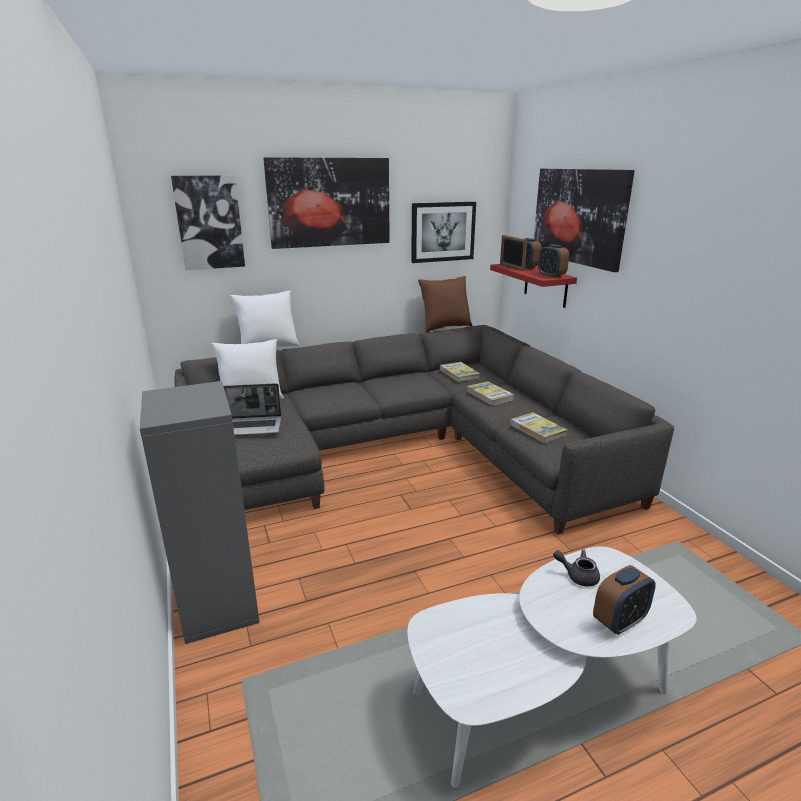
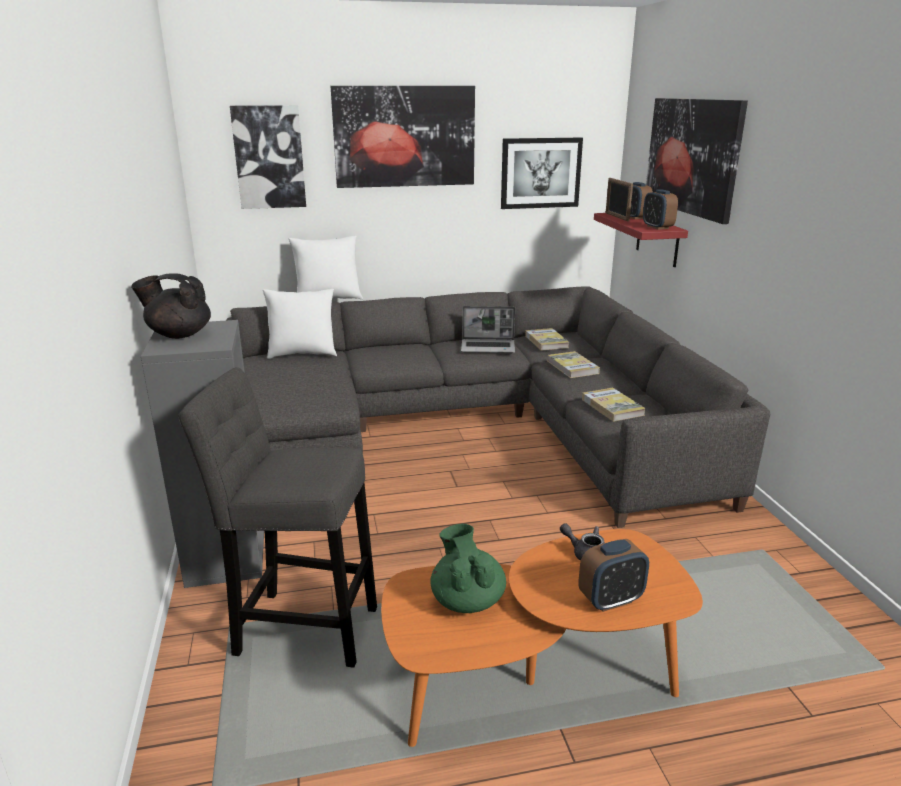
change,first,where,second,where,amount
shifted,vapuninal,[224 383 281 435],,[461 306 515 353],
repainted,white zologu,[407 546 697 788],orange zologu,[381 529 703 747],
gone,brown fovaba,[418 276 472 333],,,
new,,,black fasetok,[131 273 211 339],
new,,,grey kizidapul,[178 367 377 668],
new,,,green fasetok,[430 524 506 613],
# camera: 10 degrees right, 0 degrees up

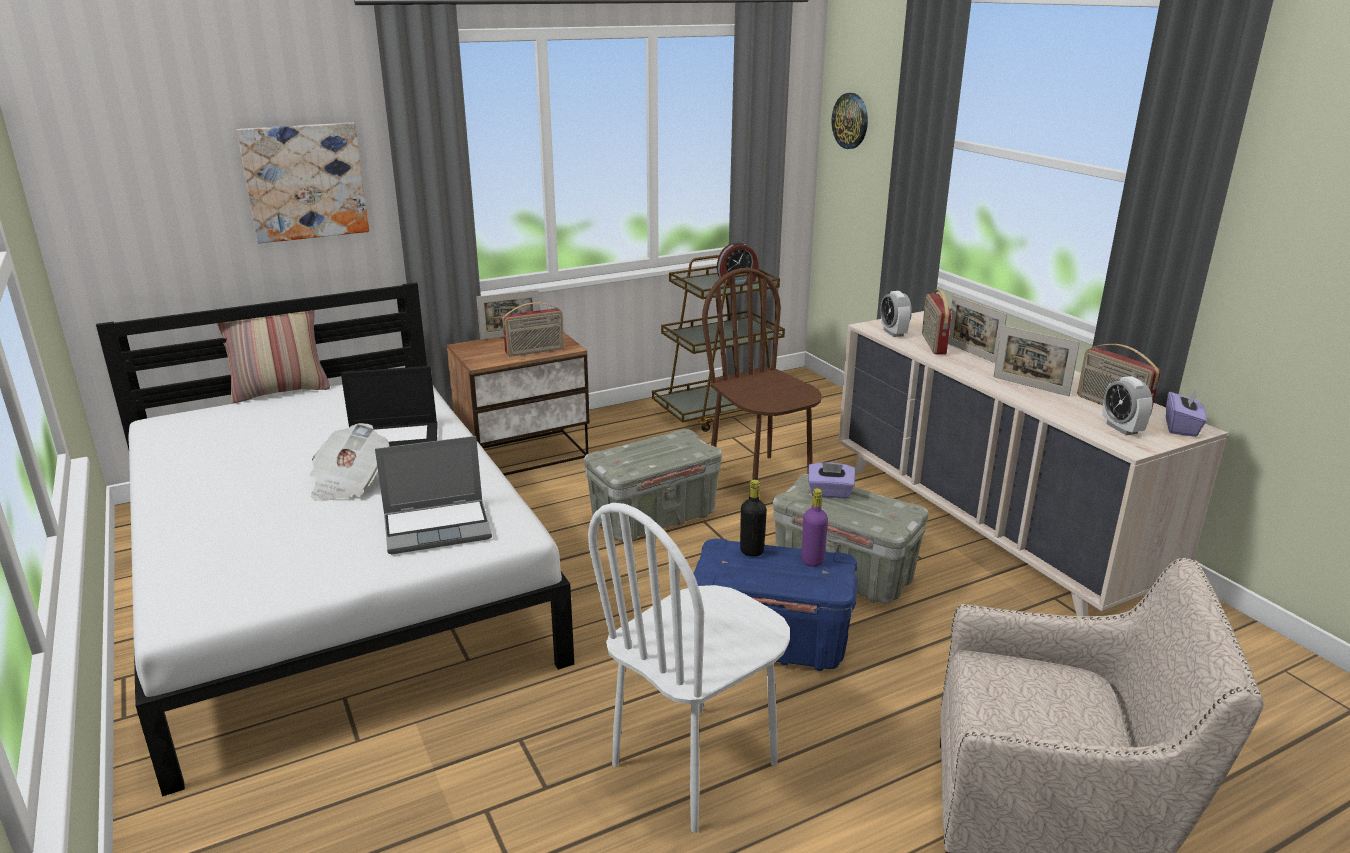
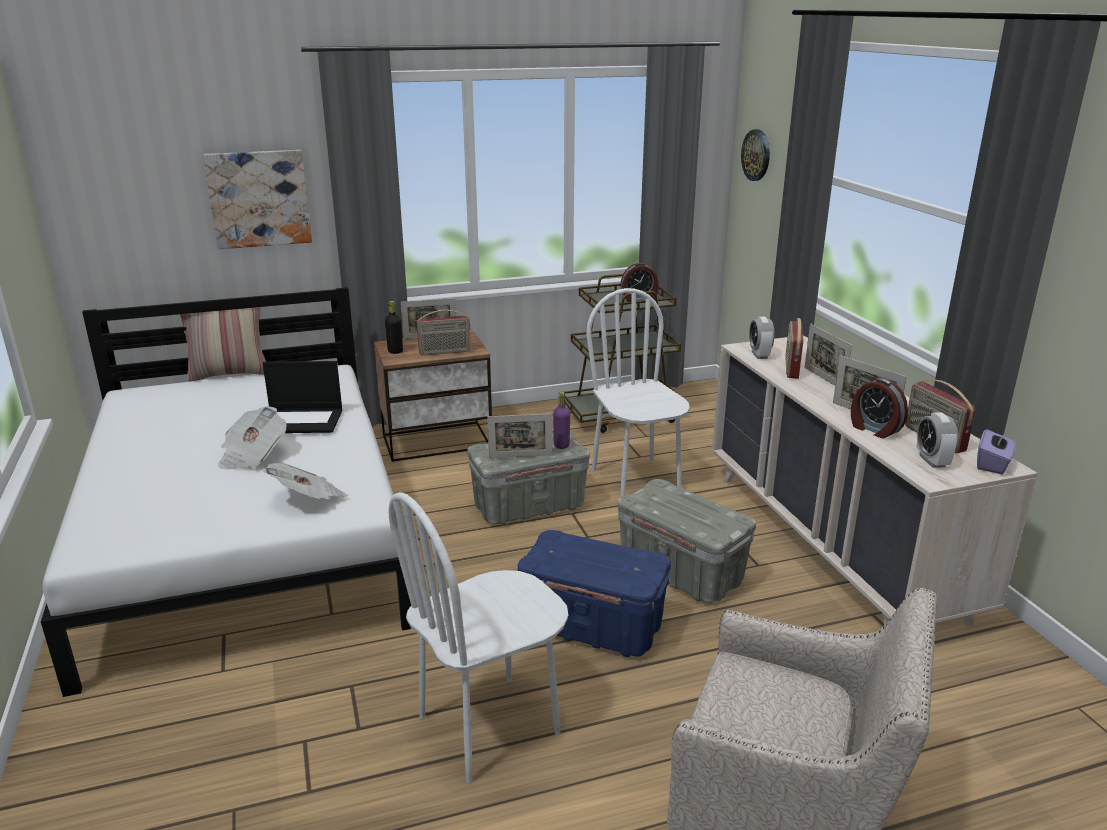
change,first,where,second,where,amount
swapped,vapuninal,[375 436 492 554],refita,[261 463 348 500],
repainted,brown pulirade,[702 268 822 480],white pulirade,[586 288 690 498],
shifted,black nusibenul,[740 480 767 557],,[385 301 403 354],
shifted,purple nusibenul,[801 488 828 567],,[553 391 570 449],
gone,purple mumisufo,[808 462 855 499],,,
new,,,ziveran,[488 414 552 458],
new,,,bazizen,[851 378 908 439],
# camera: 10 degrees right, 0 degrees up

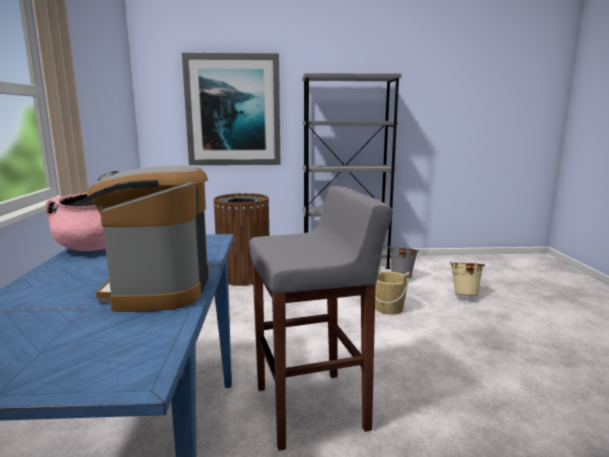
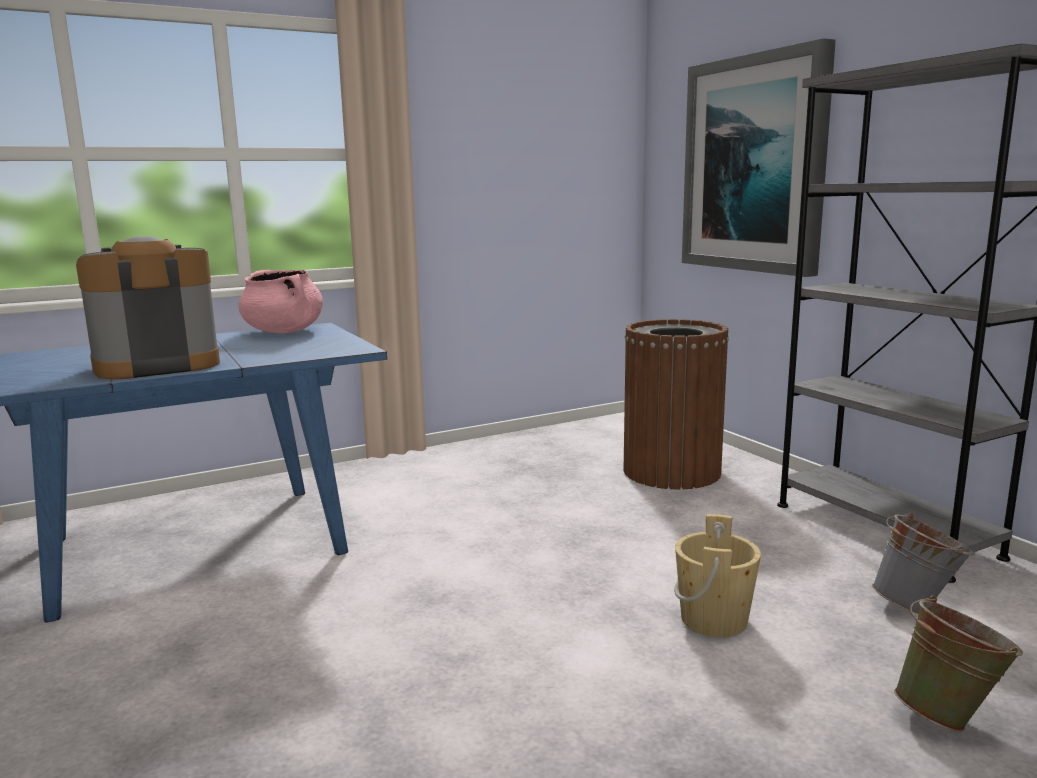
change,first,where,second,where,amount
gone,grey kizidapul,[249 186 393 451],,,
repainted,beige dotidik,[450 261 485 296],green dotidik,[894 595 1023 732],
# camera: 65 degrees right, 0 degrees up

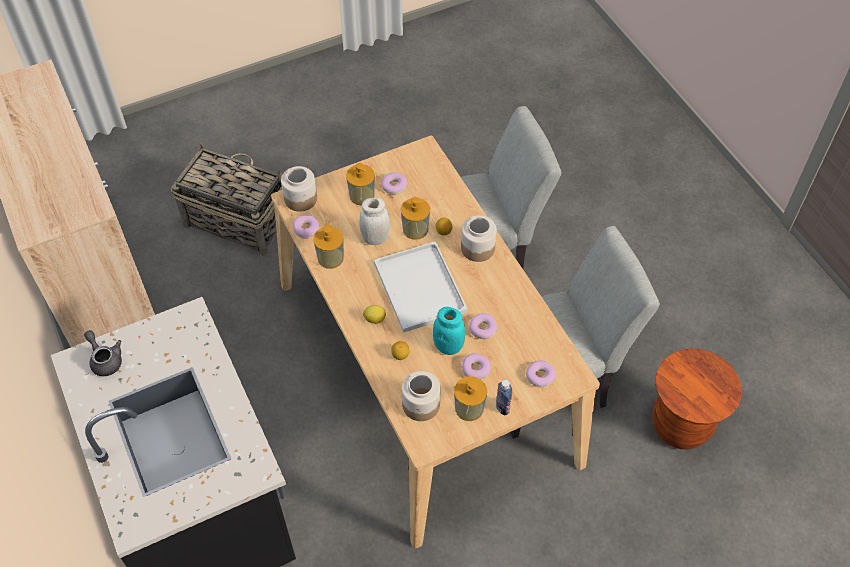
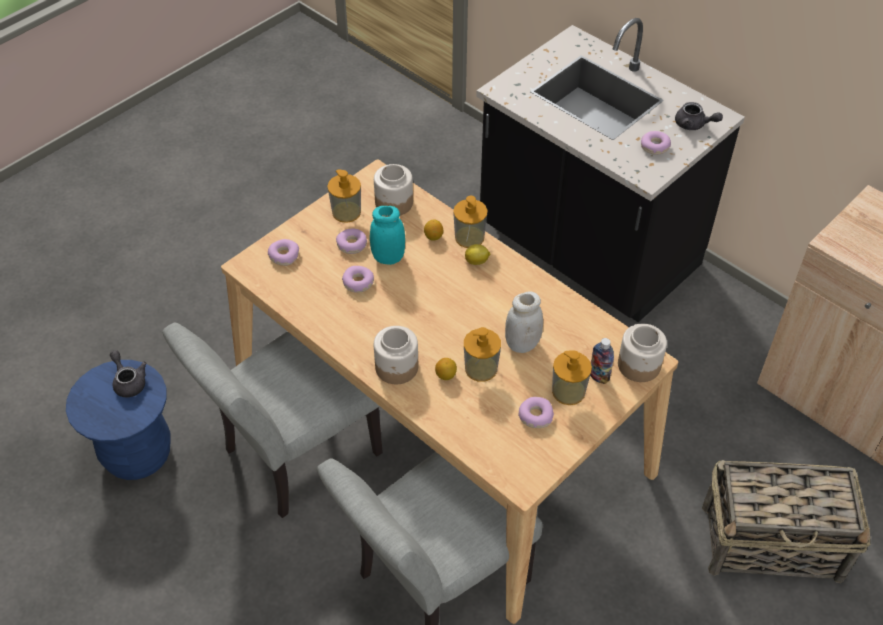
change,first,where,second,where,amount
shifted,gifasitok,[293 215 320 239],,[641 131 671 155],
shifted,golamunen,[313 223 344 269],,[453 196 488 248],
gone,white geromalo,[374 241 468 333],,,
shifted,nusibenul,[496 380 512 415],,[590 338 614 384],
repainted,brown kizidapul,[652 349 742 450],blue kizidapul,[66 360 171 480],
new,,,grey fasetok,[110 350 146 397],
# camera: 160 degrees right, 5 degrees down

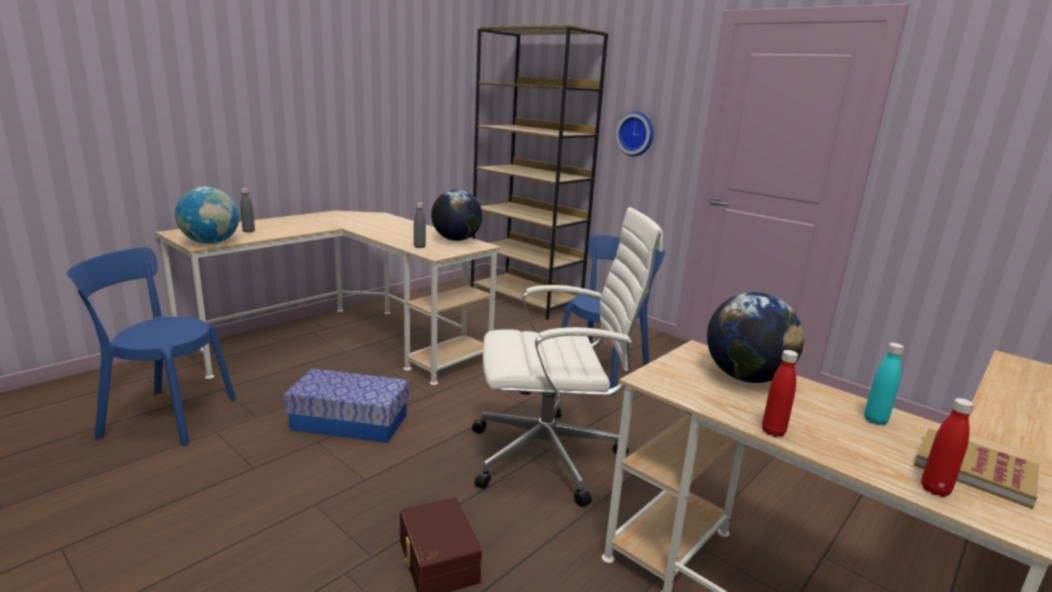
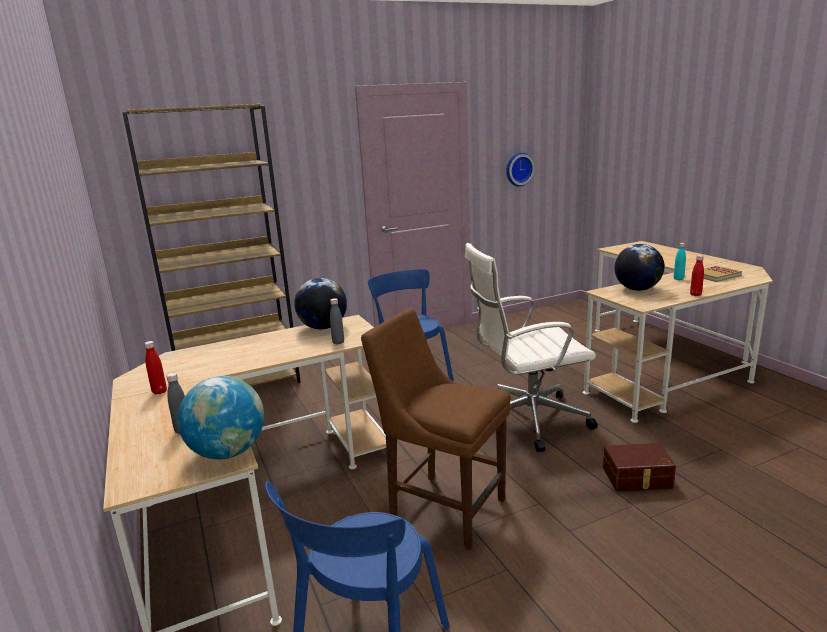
change,first,where,second,where,amount
swapped,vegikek,[284 368 409 443],brown pulirade,[361 308 511 550],
rotated,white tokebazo,[472 207 663 507],,[465 243 598 452],120 degrees counterclockwise
shifted,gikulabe,[616 111 654 156],,[506 152 535 187],
shifted,red nusibenul,[921 398 974 497],,[144 341 167 394],
# camera: 65 degrees left, 0 degrees up

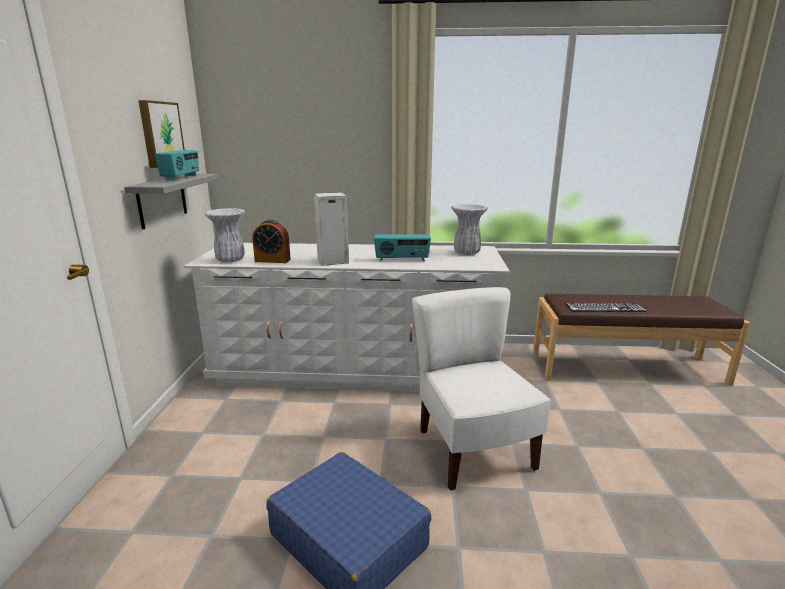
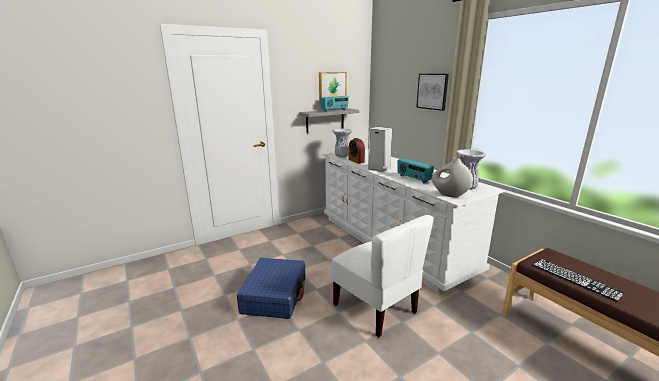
change,first,where,second,where,amount
rotated,white pulirade,[412 287 550 491],,[331 215 434 337],105 degrees clockwise
new,,,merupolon,[416 74 449 111],
new,,,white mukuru,[432 158 473 197],
# camera: 55 degrees right, 0 degrees up

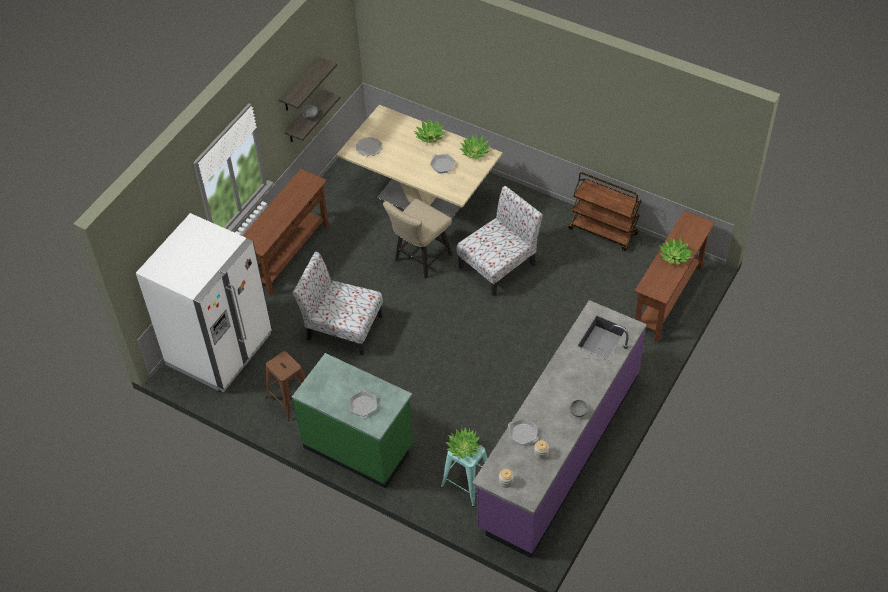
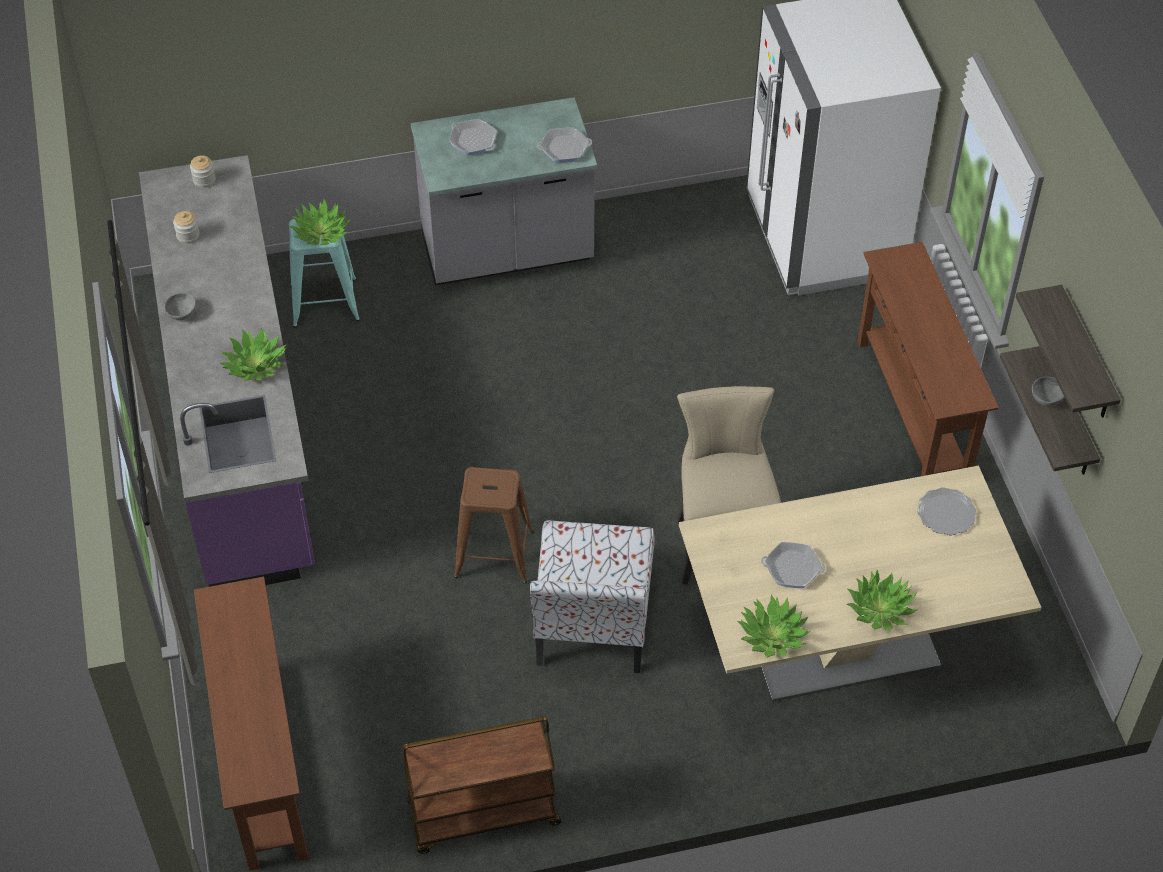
change,first,where,second,where,amount
shifted,brown kizidapul,[265 351 306 421],,[454 467 534 584],
repainted,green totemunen,[292 353 413 489],grey totemunen,[411 97 597 285],
gone,pulirade,[293 252 383 356],,,
shifted,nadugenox,[508 418 538 445],,[537 127 592 163],
shifted,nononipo,[659 238 693 265],,[220 328 287 381],
# camera: 135 degrees right, 0 degrees up

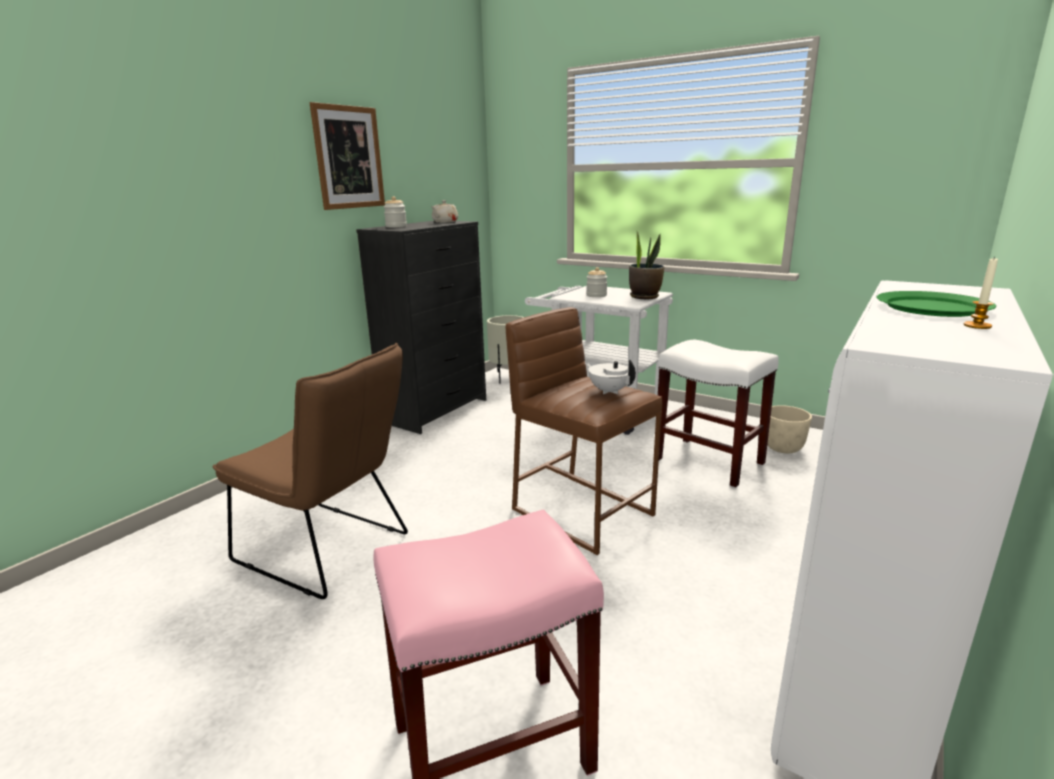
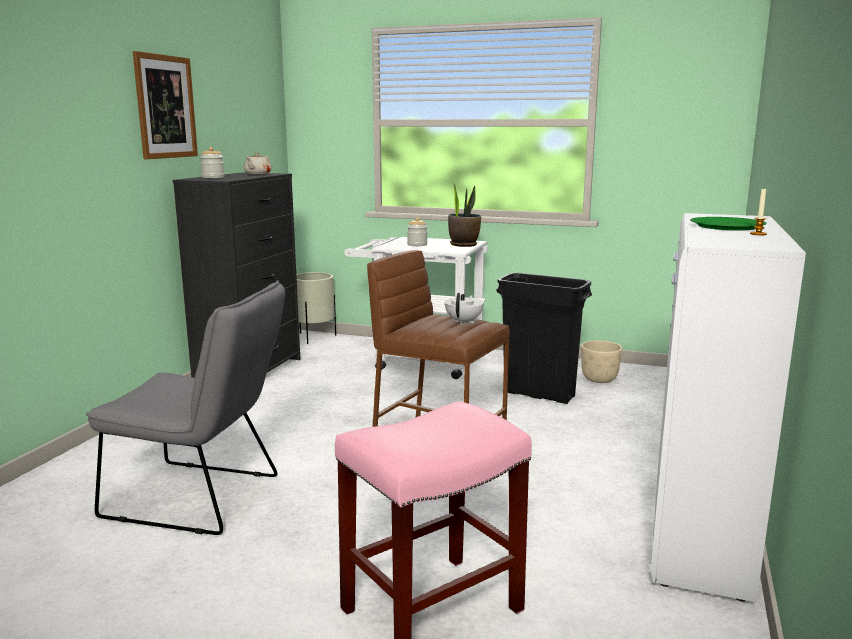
change,first,where,second,where,amount
repainted,brown pulirade,[213 343 408 599],grey pulirade,[86 281 285 535],
rotated,white fasetok,[585 360 636 394],,[444 293 484 325],75 degrees clockwise
swapped,white kizidapul,[658 339 779 488],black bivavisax,[496 273 592 404],
# camera: 15 degrees left, 5 degrees down

